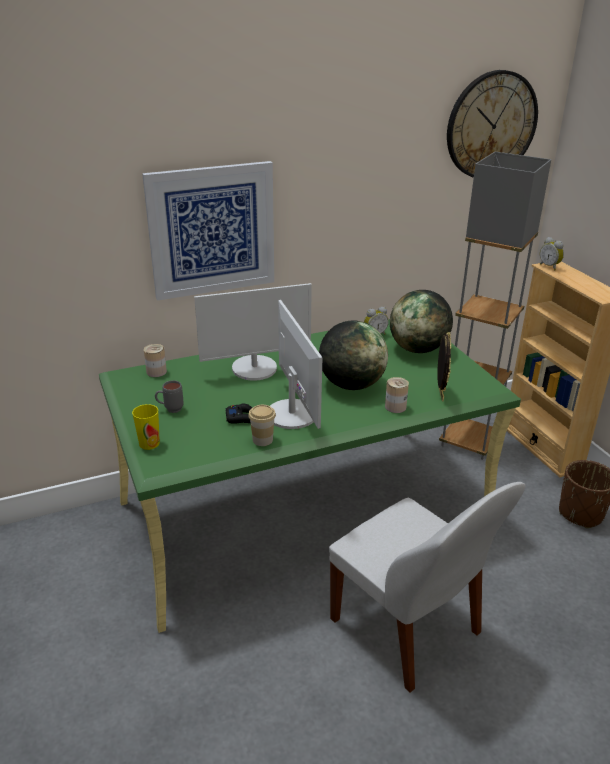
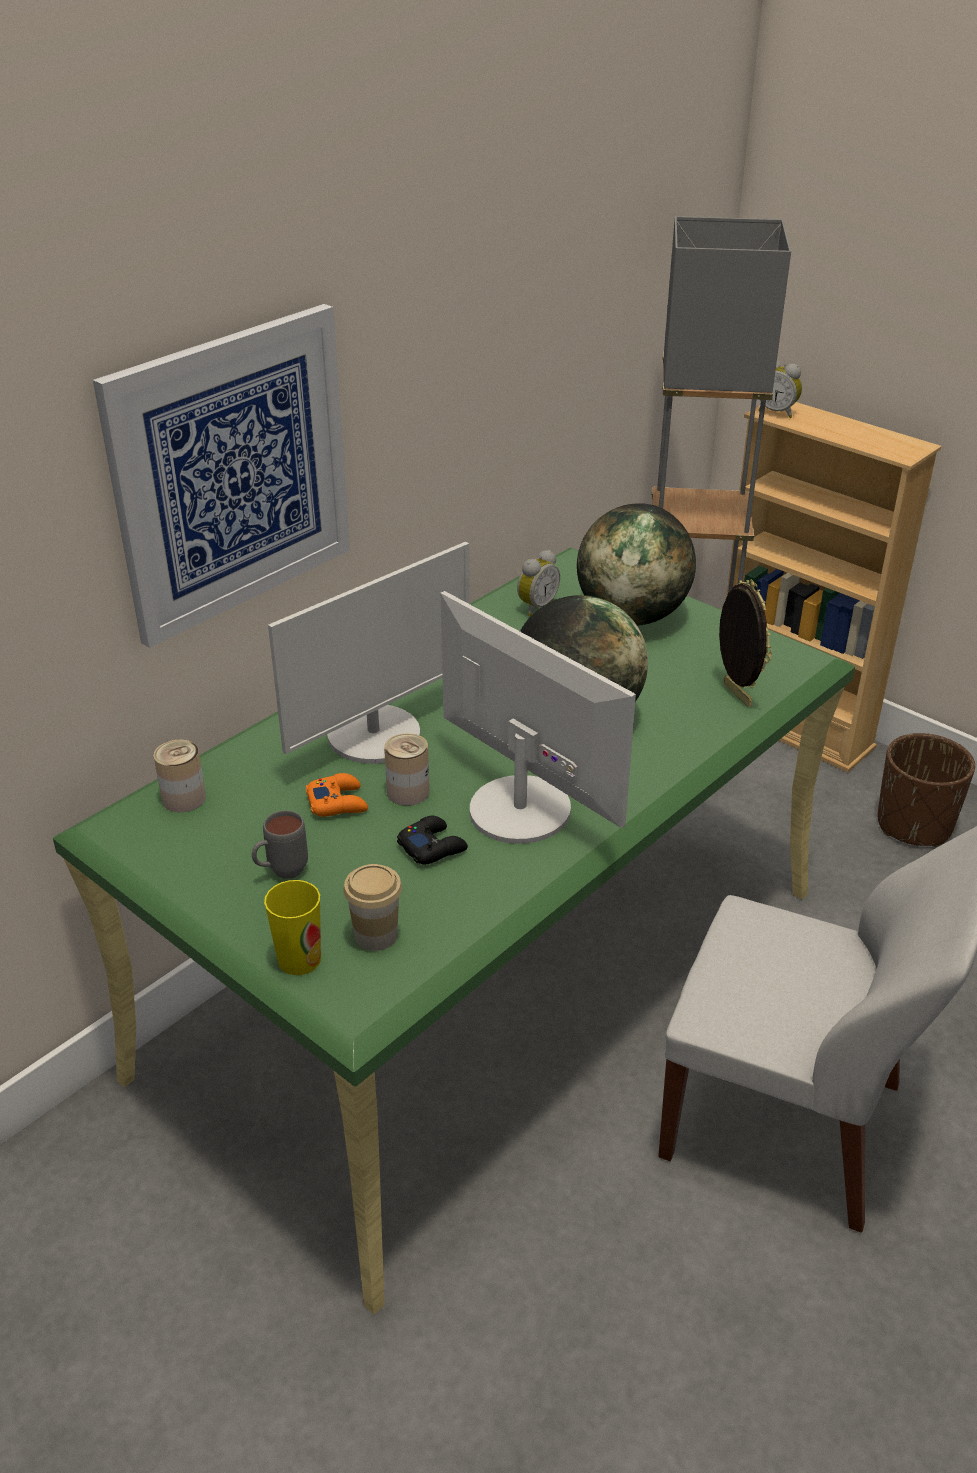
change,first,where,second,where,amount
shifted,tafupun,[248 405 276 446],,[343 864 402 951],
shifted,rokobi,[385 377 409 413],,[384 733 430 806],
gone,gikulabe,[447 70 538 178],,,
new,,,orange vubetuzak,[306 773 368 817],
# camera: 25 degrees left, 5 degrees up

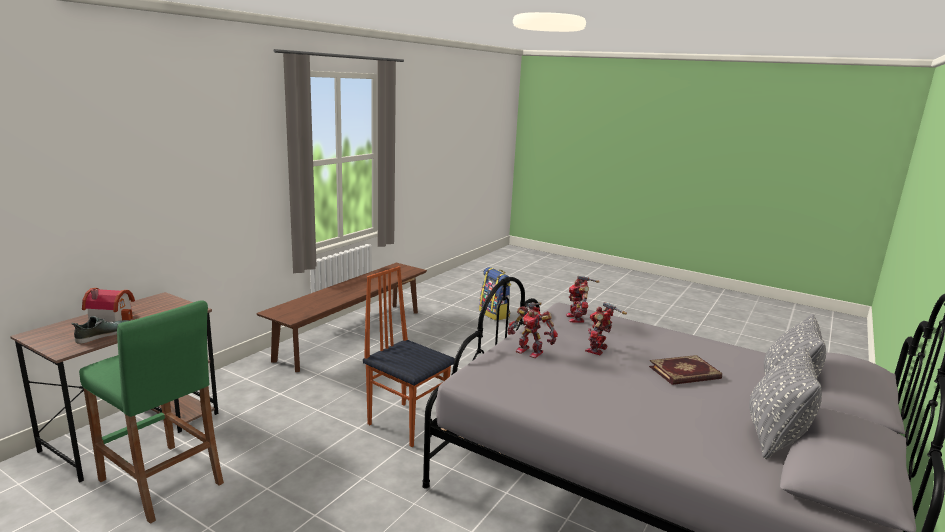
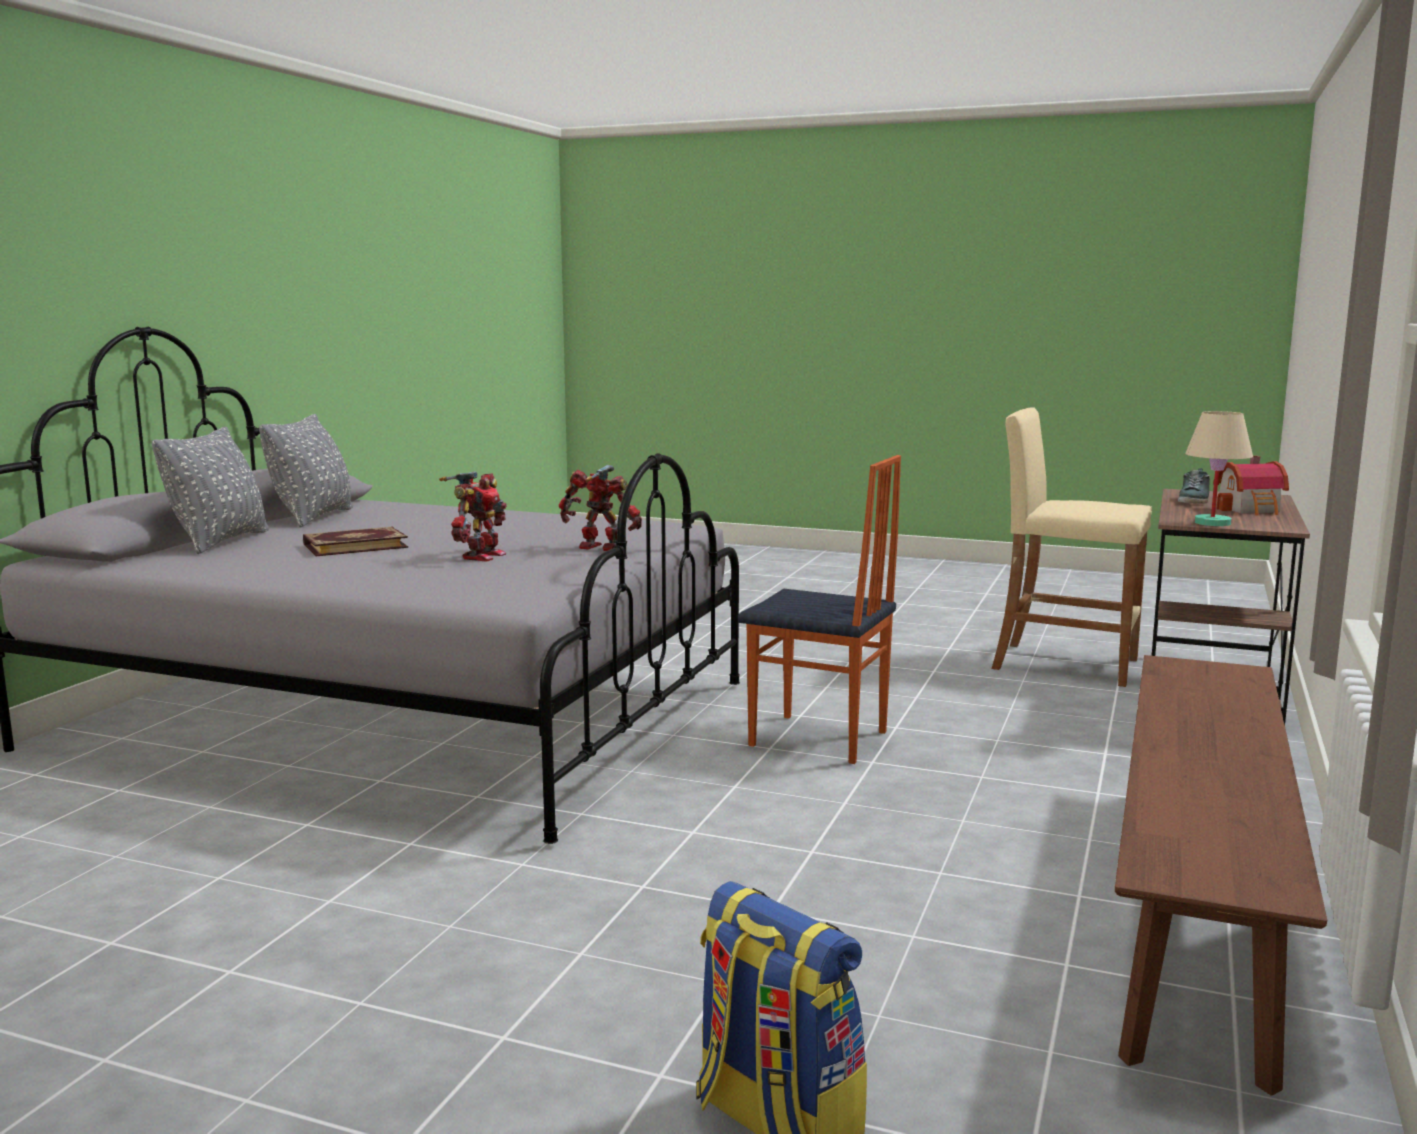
change,first,where,second,where,amount
repainted,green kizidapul,[79 300 224 524],beige kizidapul,[991 407 1152 687],
gone,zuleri,[566 276 600 323],,,
new,,,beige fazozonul,[1185 411 1253 526],
# camera: 170 degrees right, 5 degrees down

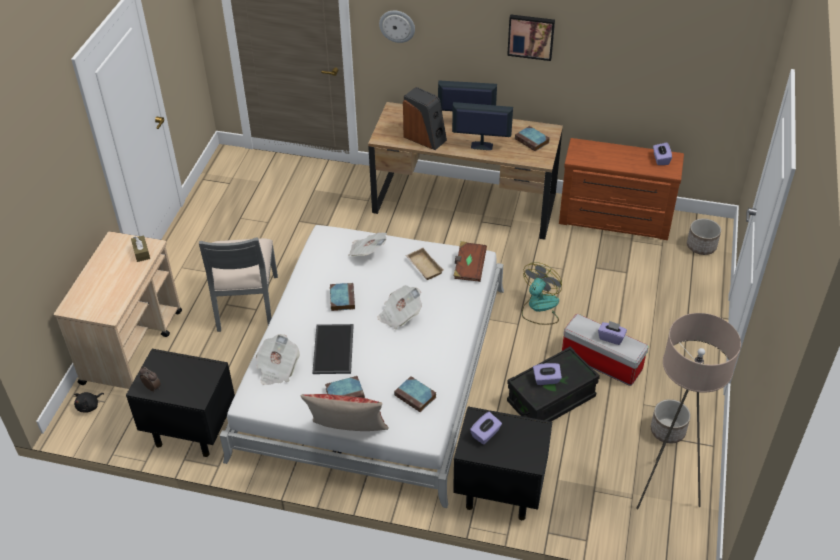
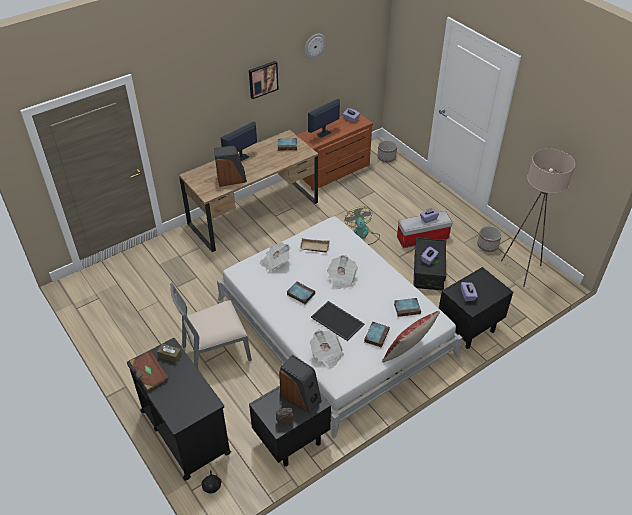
change,first,where,second,where,amount
repainted,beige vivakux,[54 231 182 389],black vivakux,[127 338 231 481],
rotated,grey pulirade,[199 238 278 332],,[170 283 252 369],120 degrees clockwise
shifted,gikulabe,[379 10 415 43],,[305 34 326 59],
shifted,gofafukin,[452 102 513 150],,[308 99 340 138],
shifted,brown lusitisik,[454 241 487 282],,[129 350 169 391],
new,,,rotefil,[279 355 322 413],
# camera: 50 degrees left, 0 degrees up

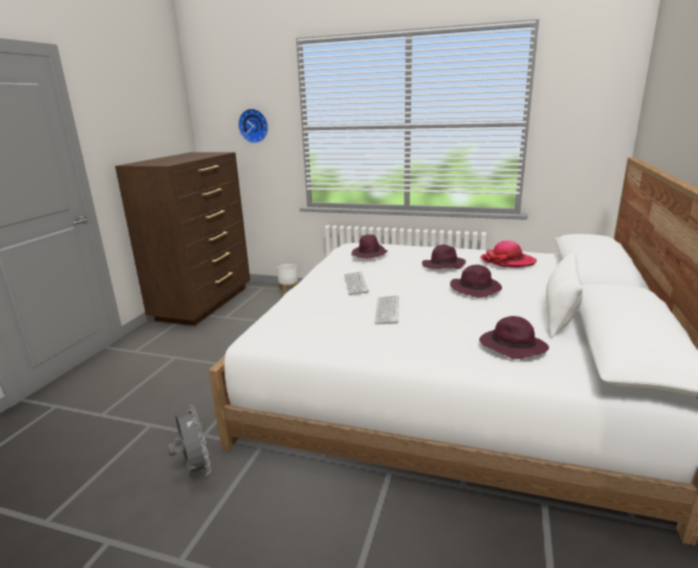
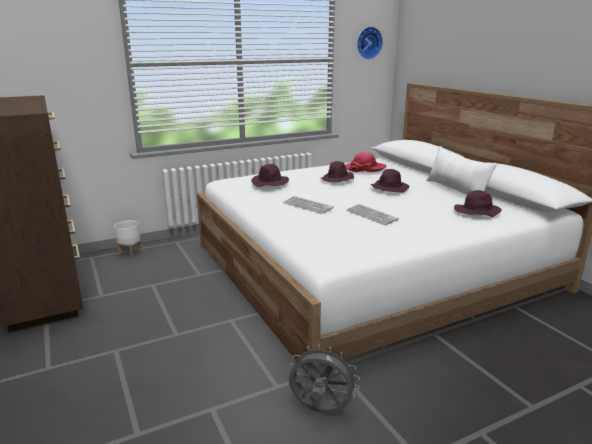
change,first,where,second,where,amount
shifted,gikulabe,[238 108 268 143],,[357 26 383 60],
# camera: 45 degrees left, 0 degrees up

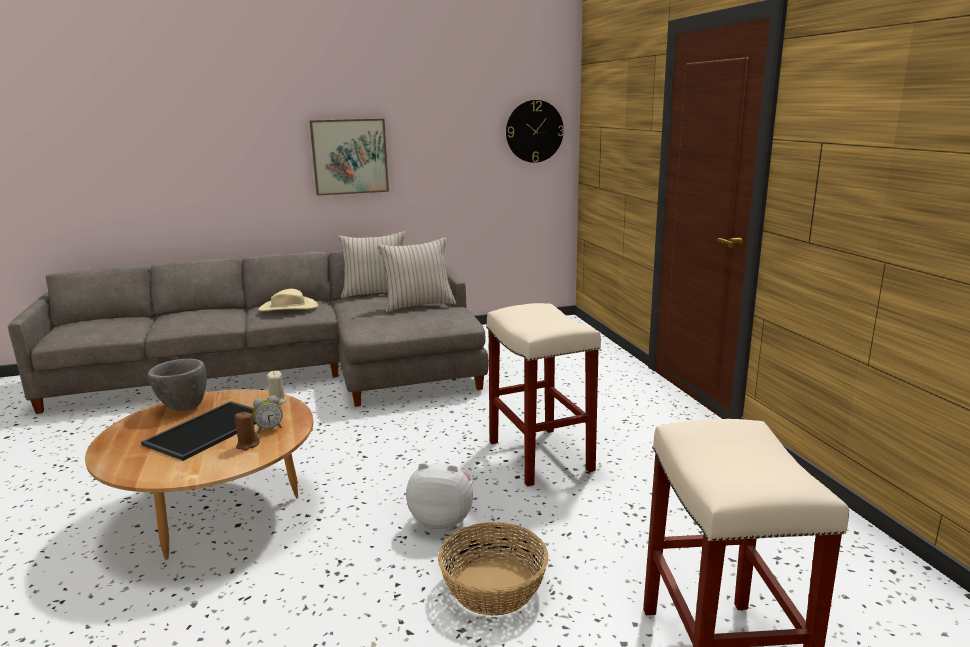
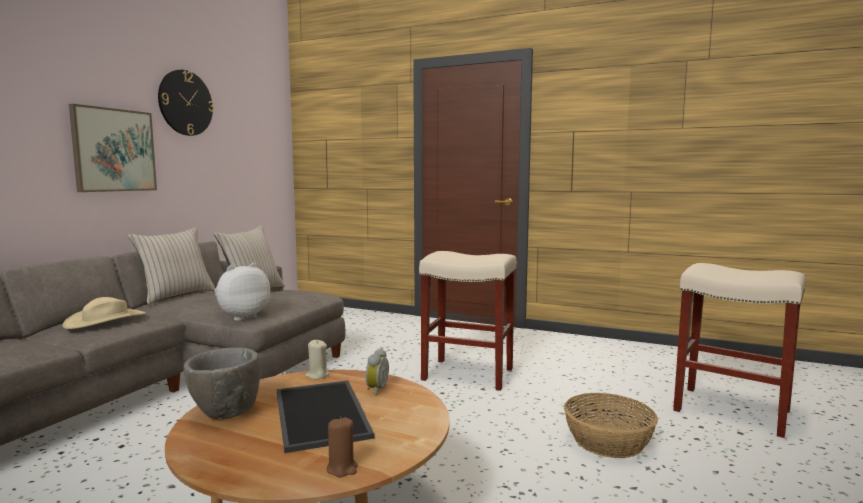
change,first,where,second,where,amount
shifted,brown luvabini,[234 412 260 451],,[326 417 358 478],
shifted,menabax,[406 463 473 530],,[214 263 270 321],
shifted,gikulabe,[506 100 564 163],,[158 70 214 136],
# camera: 50 degrees left, 10 degrees down

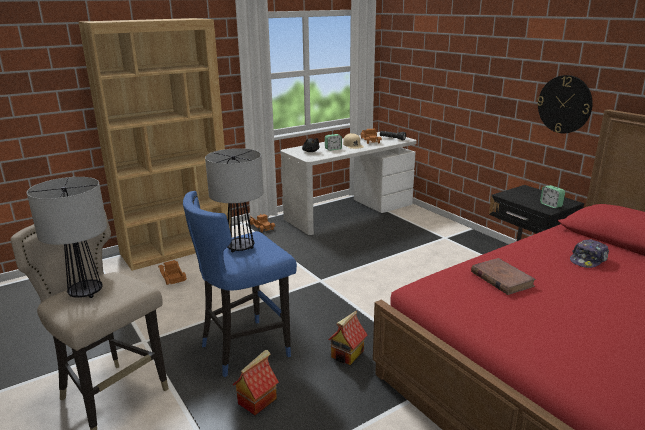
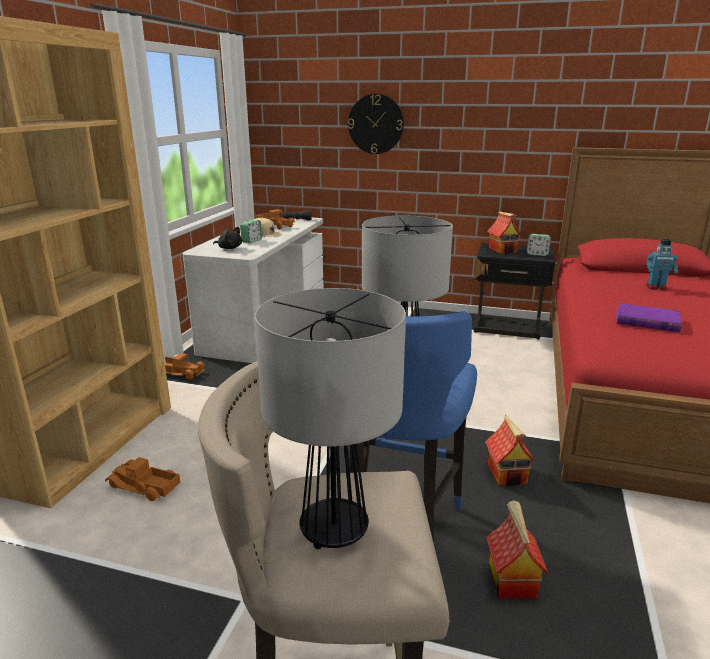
change,first,where,second,where,amount
repainted,brown lusitisik,[471 258 536 295],purple lusitisik,[616 303 682 332],
shifted,gikulabe,[537 75 593 133],,[348 94 404 154],
swapped,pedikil,[570 239 609 268],zuleri,[646 239 678 290],
new,,,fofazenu,[487 211 521 254],
# camera: 40 degrees left, 0 degrees up

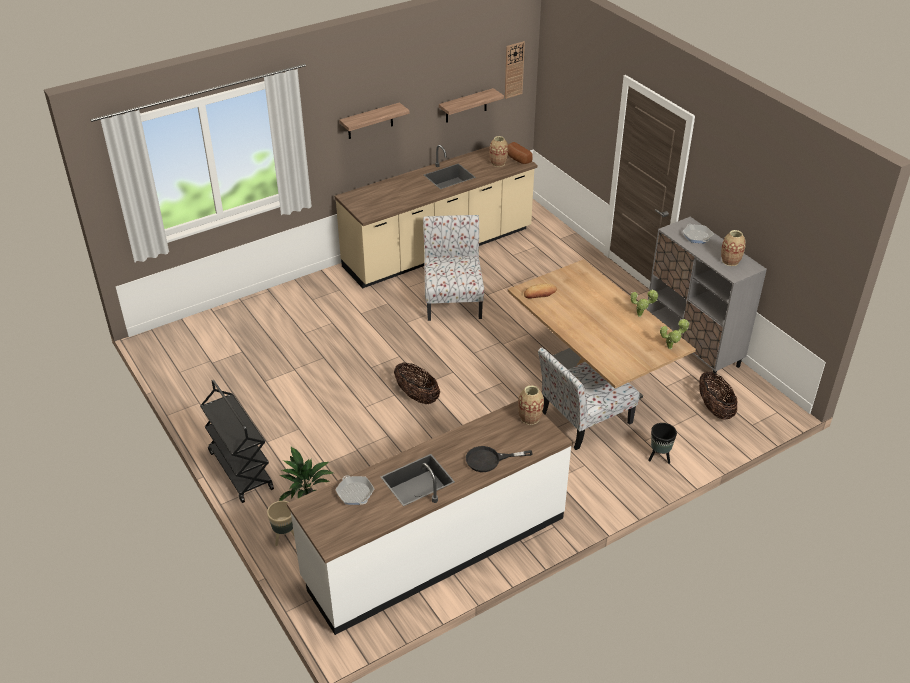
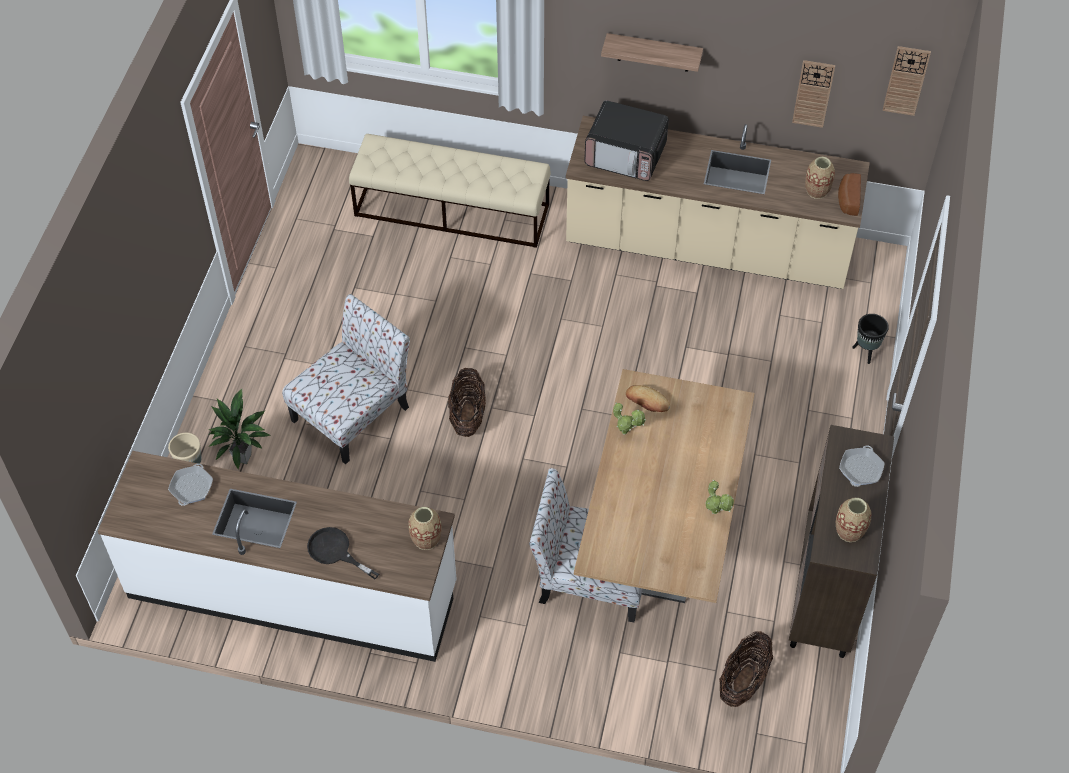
change,first,where,second,where,amount
gone,black vivakux,[200 380 274 503],,,
shifted,pulirade,[423 215 484 321],,[282 294 410 464],
swapped,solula,[439 88 504 123],gikulabe,[792 60 835 128],
repainted,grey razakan,[647 217 767 378],brown razakan,[789 425 894 658],
shifted,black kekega,[648 423 677 464],,[852 314 889 364],
shifted,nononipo,[660 319 690 349],,[613 402 646 434],
new,,,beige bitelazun,[349 134 551 248],
new,,,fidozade,[584 100 669 181],
# camera: 45 degrees right, 15 degrees up

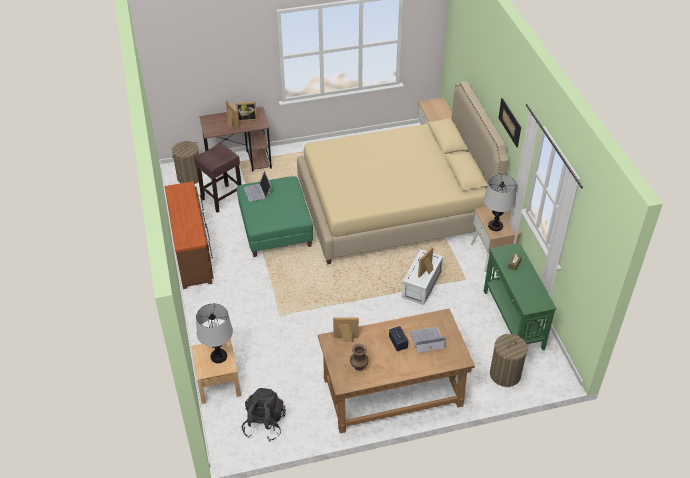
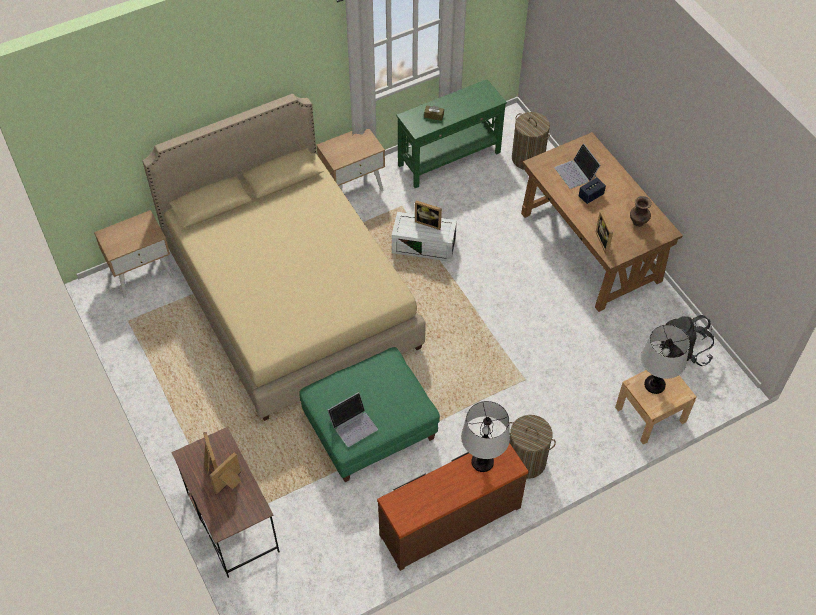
change,first,where,second,where,amount
shifted,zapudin,[172 141 202 184],,[506 415 556 479],
gone,brown kizidapul,[194 143 242 213],,,
shifted,fazozonul,[484 174 517 231],,[461 401 510 472],
gone,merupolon,[498 98 521 148],,,
# camera: 105 degrees left, 10 degrees up

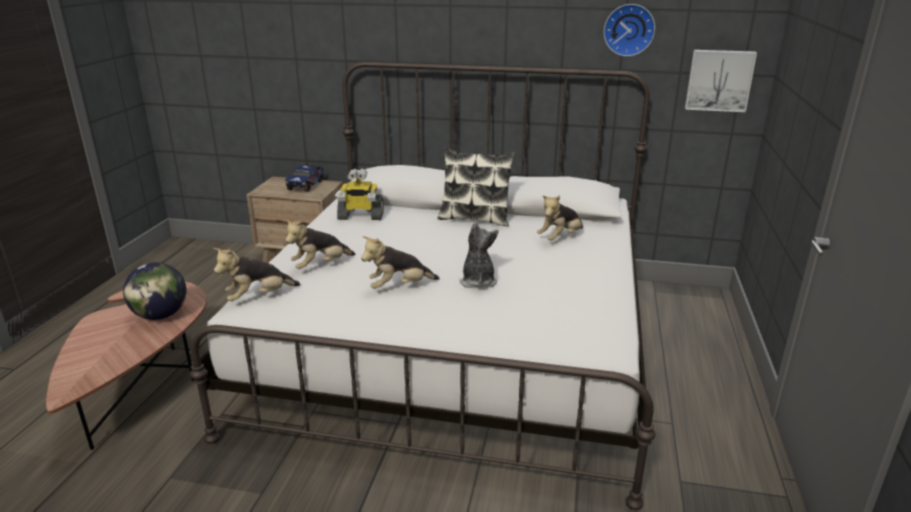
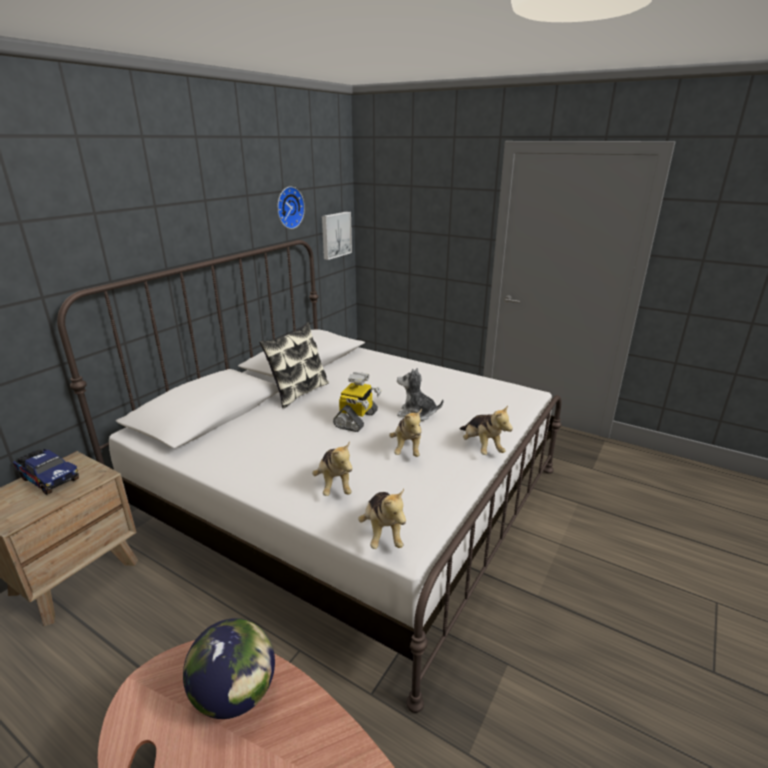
change,first,where,second,where,amount
shifted,zuleri,[337 168 384 220],,[333 372 381 432],
shifted,menabax,[537 195 583 241],,[460 405 513 455],
# camera: 70 degrees left, 0 degrees up

